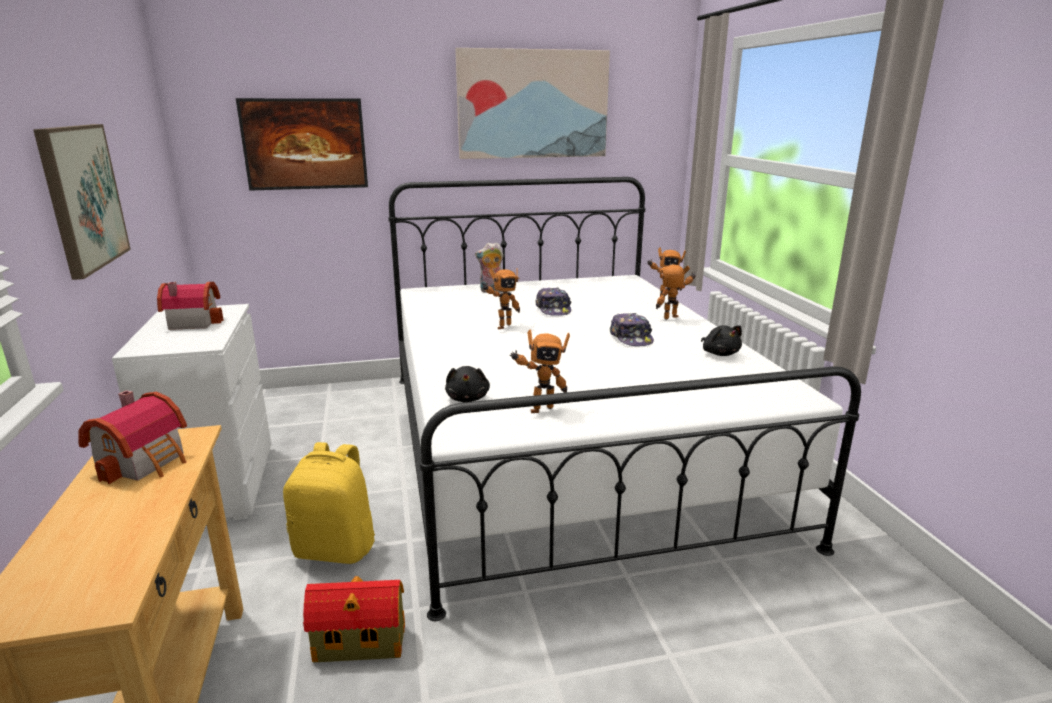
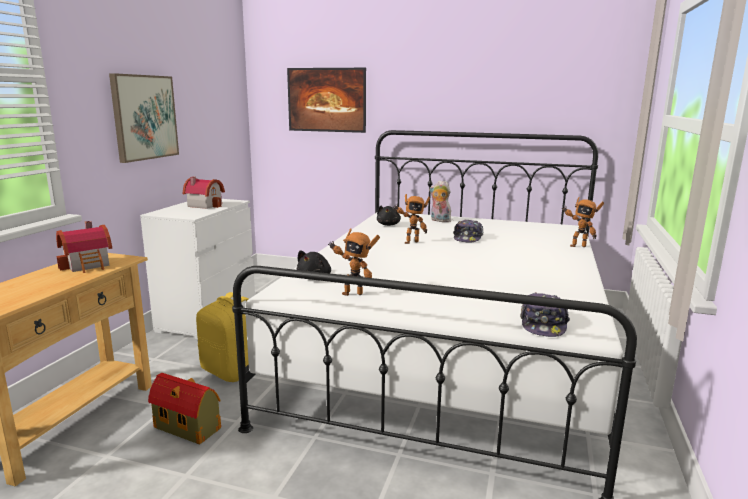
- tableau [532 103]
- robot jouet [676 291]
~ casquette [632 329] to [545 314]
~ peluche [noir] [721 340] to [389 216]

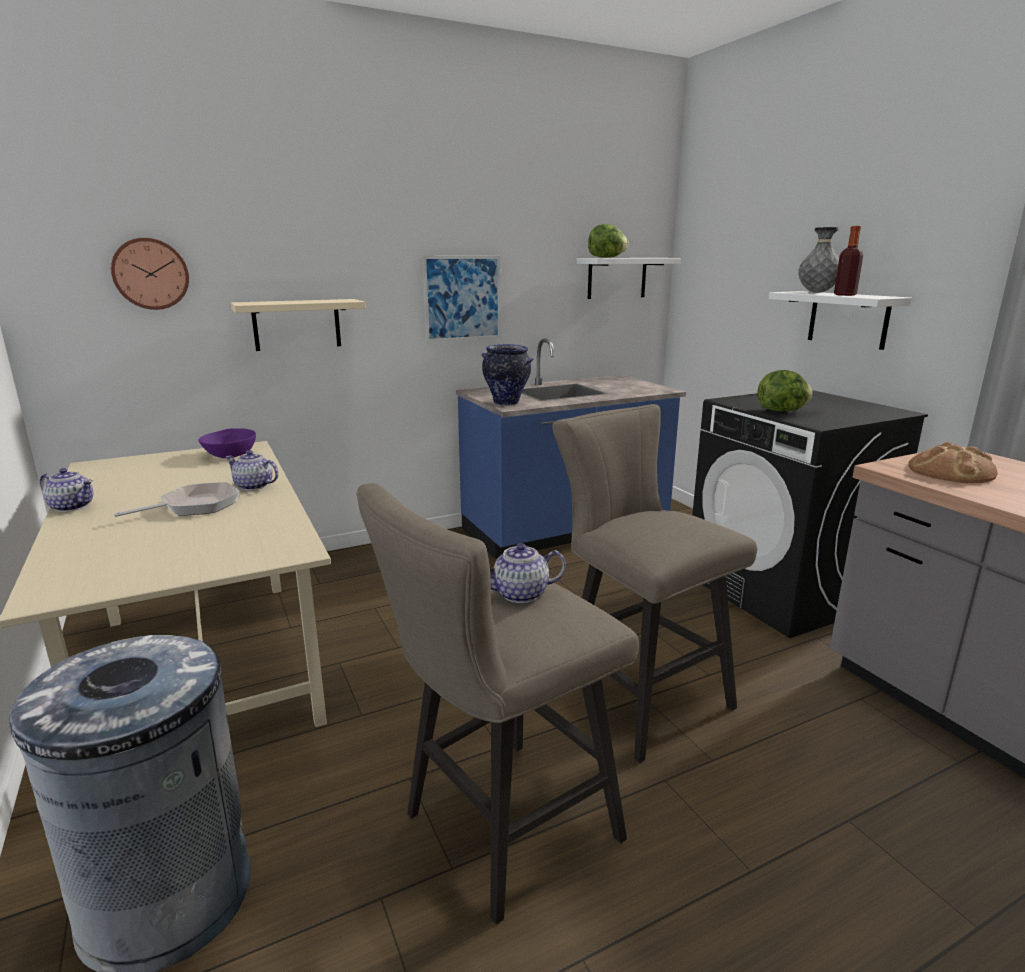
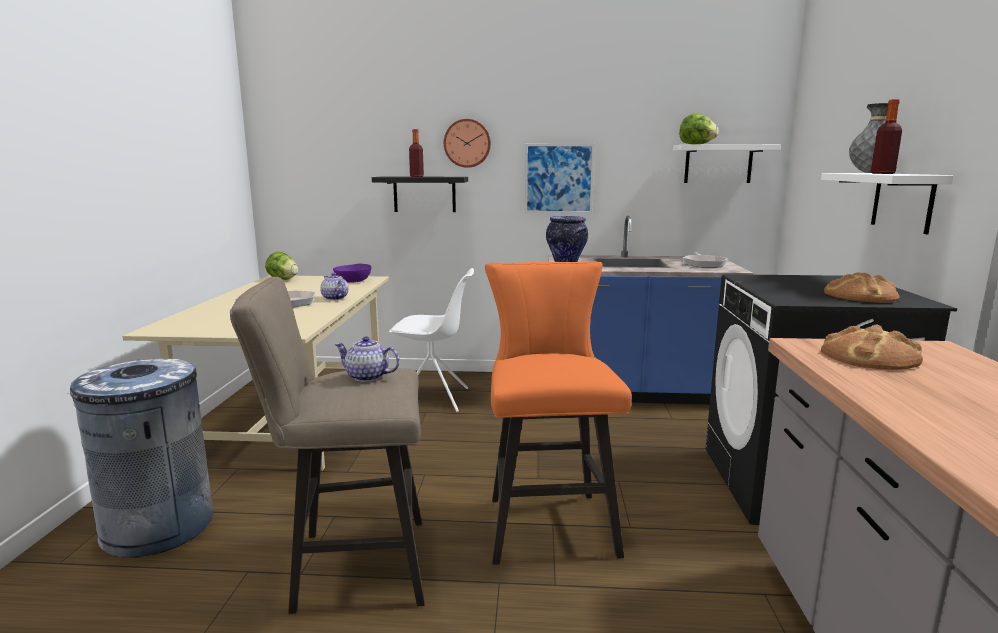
~ horloge murale [150 274] to [467 143]
~ étagère [beige] [298 325] to étagère [noir] [420 194]
~ laitue [785 390] to [281 266]
~ tabouret [beige] [654 583] to tabouret [orange] [558 413]
- théière [67 490]
+ bouteille [416 153]
+ poêle [705 260]
+ chaise [blanc] [431 340]
+ pain [862 287]

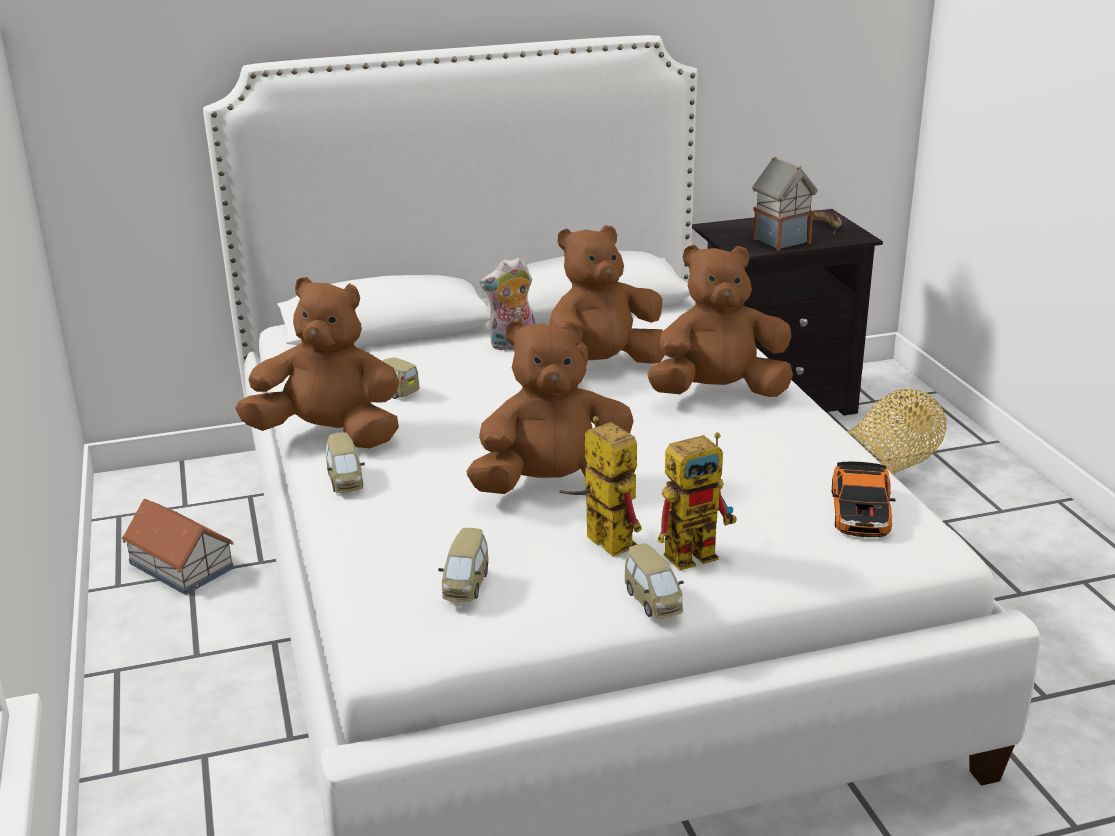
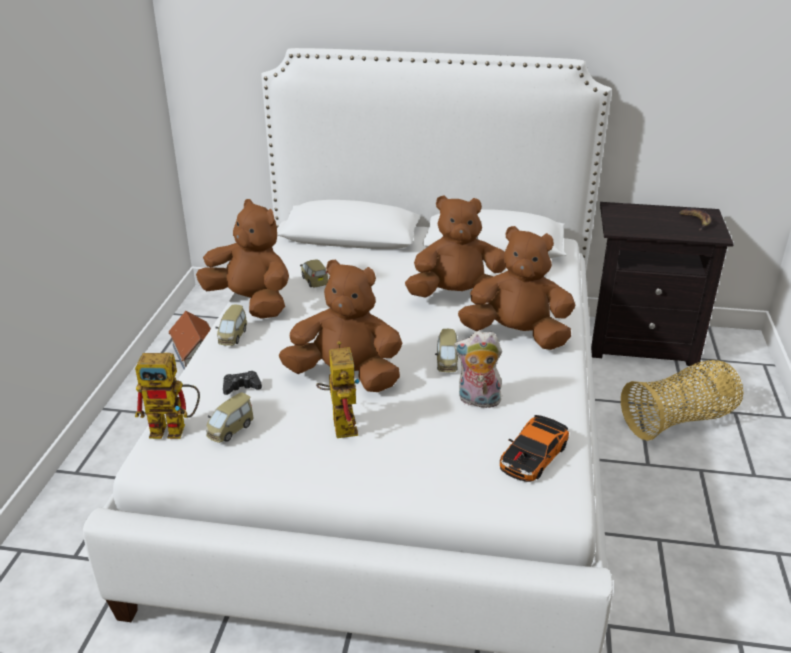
- maison miniature [785 203]
~ peluche [508 304] to [478 369]
~ robot jouet [697 502] to [167 396]
~ petite voiture [654 581] to [447 351]
+ manette [noir] [242 383]

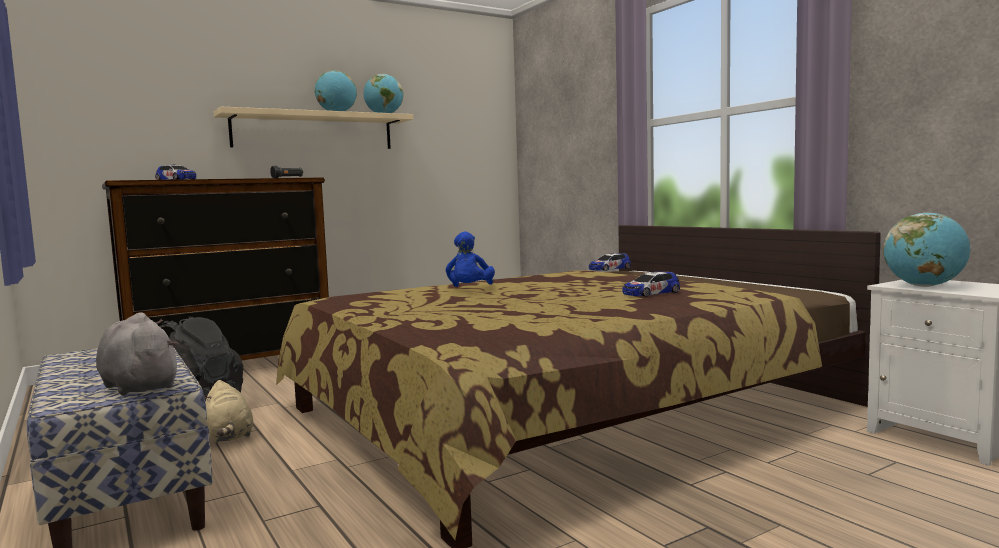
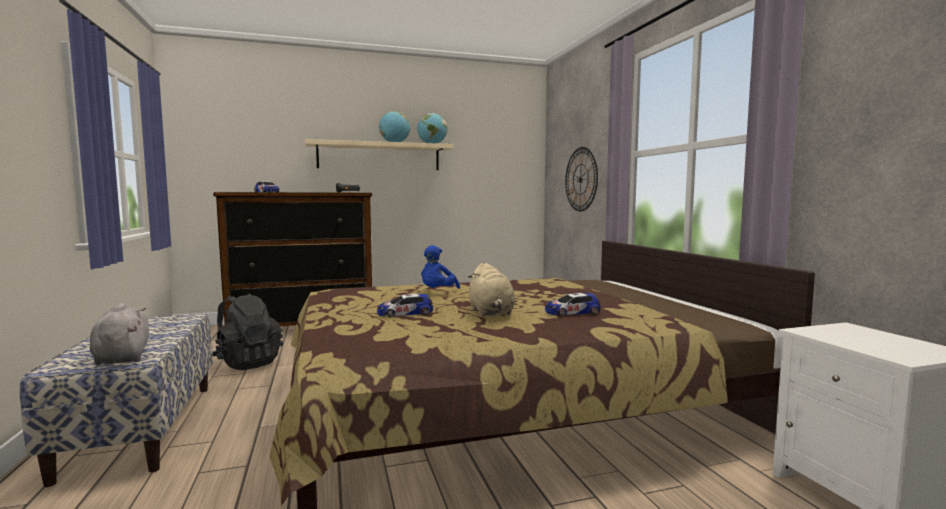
- globe [926 249]
~ petite voiture [610 262] to [405 305]
~ peluche [beige] [228 411] to [491 290]
+ horloge murale [581 179]

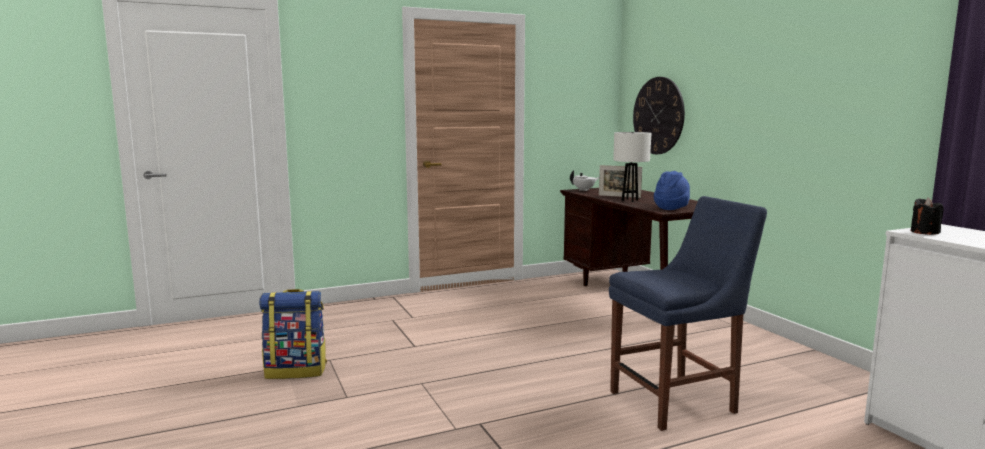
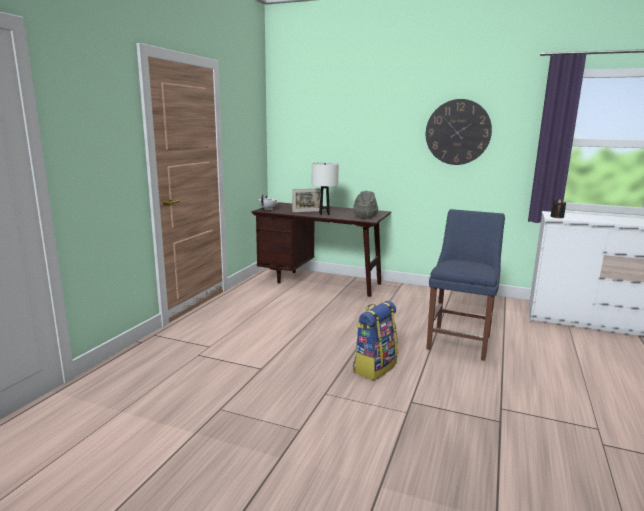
~ horloge murale [659 115] to [459 132]
~ chapeau [bleu] [672 190] to chapeau [gris] [365 205]
~ sac à dos [293 334] to [375 340]

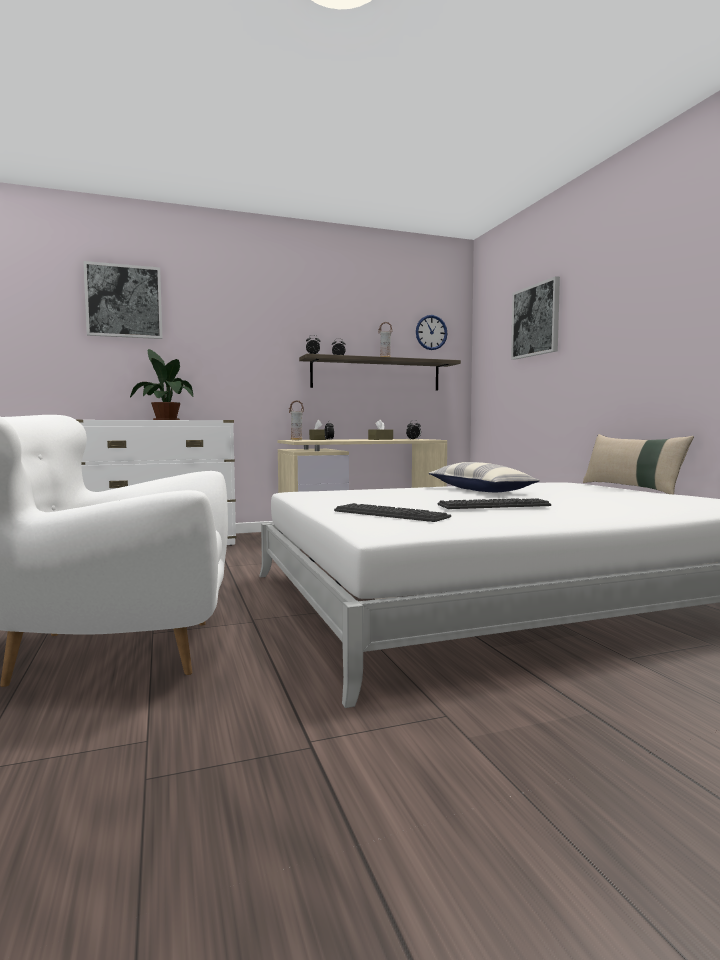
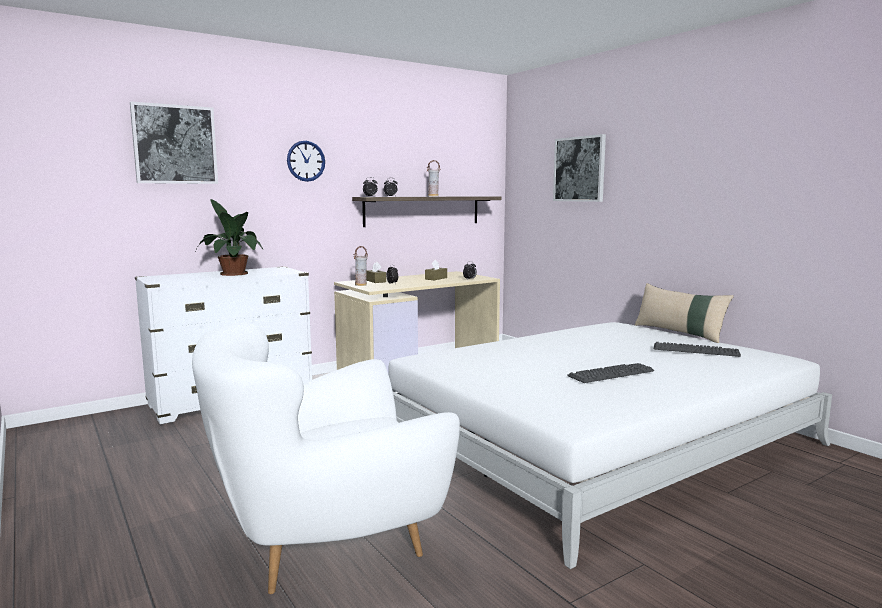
~ horloge murale [432 332] to [306 161]
- coussin [484 477]
~ clavier [392 512] to [697 349]

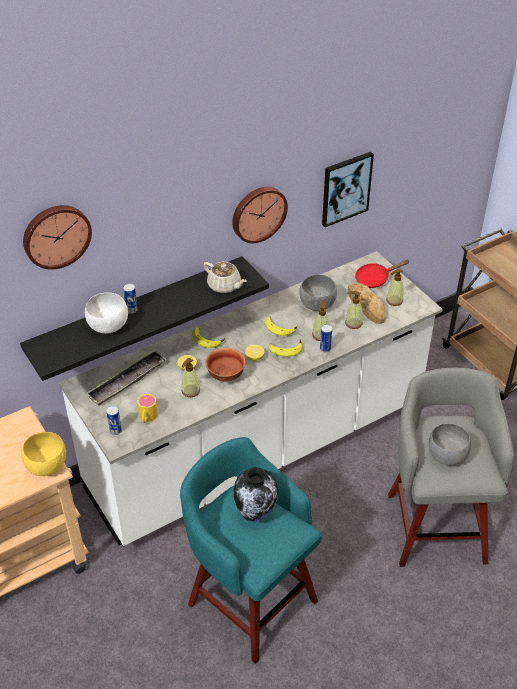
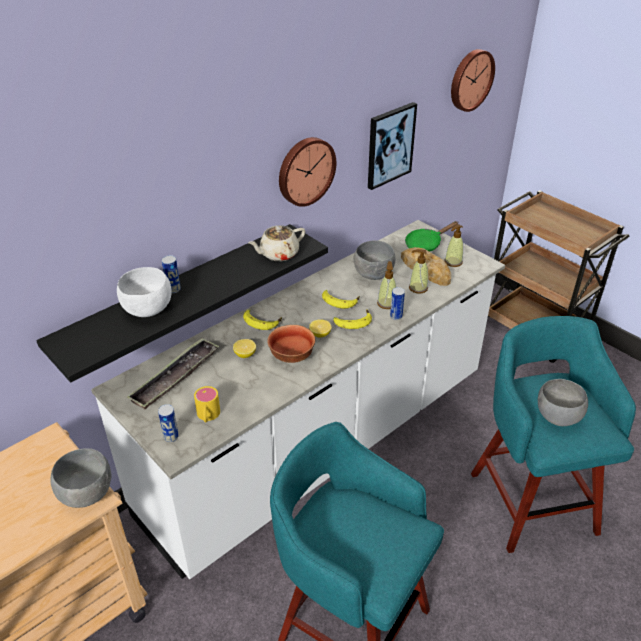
~ horloge murale [57 237] to [473 80]
~ poêle [rouge] [382 274] to poêle [vert] [431 236]
~ théière [beige] [225 277] = [276 243] 120 degrees clockwise
- distributeur de savon [190 377]
~ tabouret [gris] [451 467] to tabouret [turquoise] [553 434]
~ bol [jaune] [43 454] to bol [gris] [80 478]
- vase [256 494]

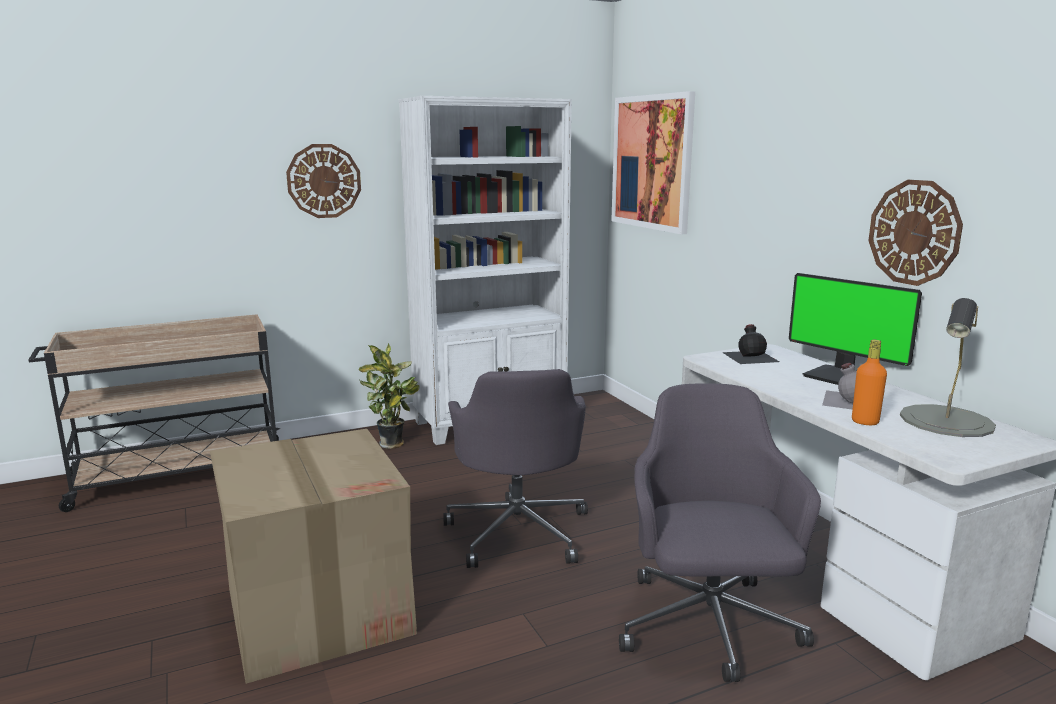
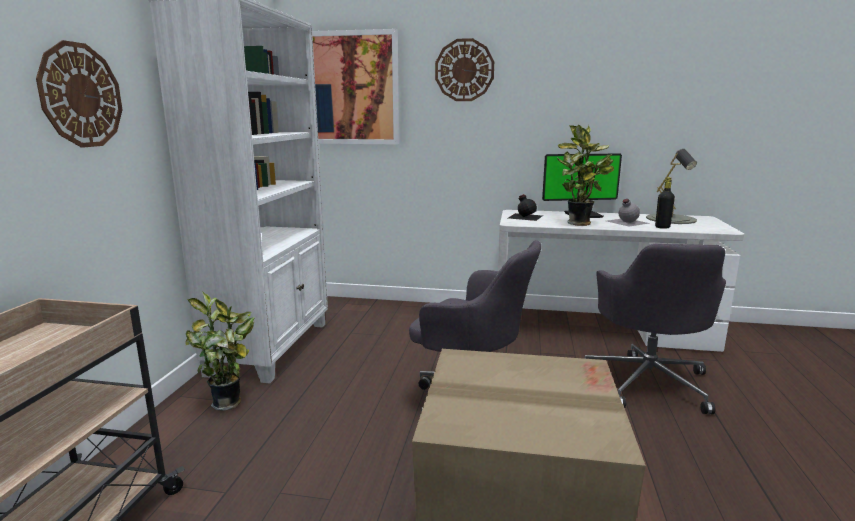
~ horloge murale [915 233] to [464 69]
~ bouteille [orange] [869 382] to bouteille [noir] [665 203]
~ chaise de bureau [gris] [720 532] = [655 328] 120 degrees counterclockwise
+ plante en pot [585 175]

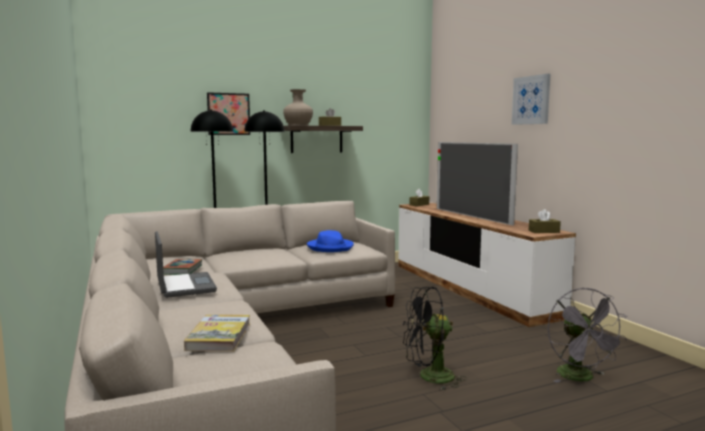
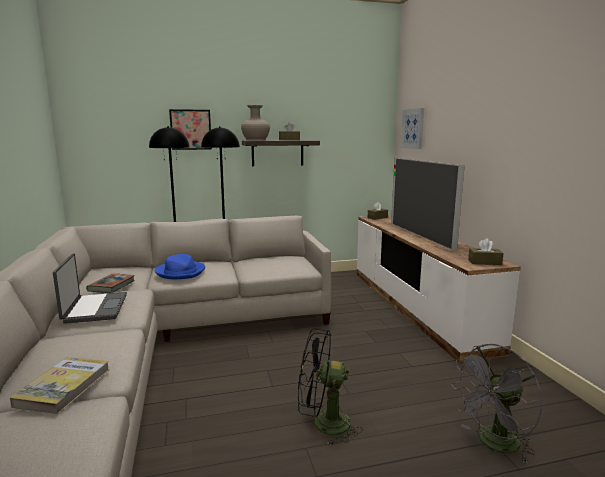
~ tableau [531 99] to [412 128]
~ chapeau [bleu] [330 241] to [179 266]
~ ventilateur [gris] [587 335] = [497 403] 60 degrees clockwise

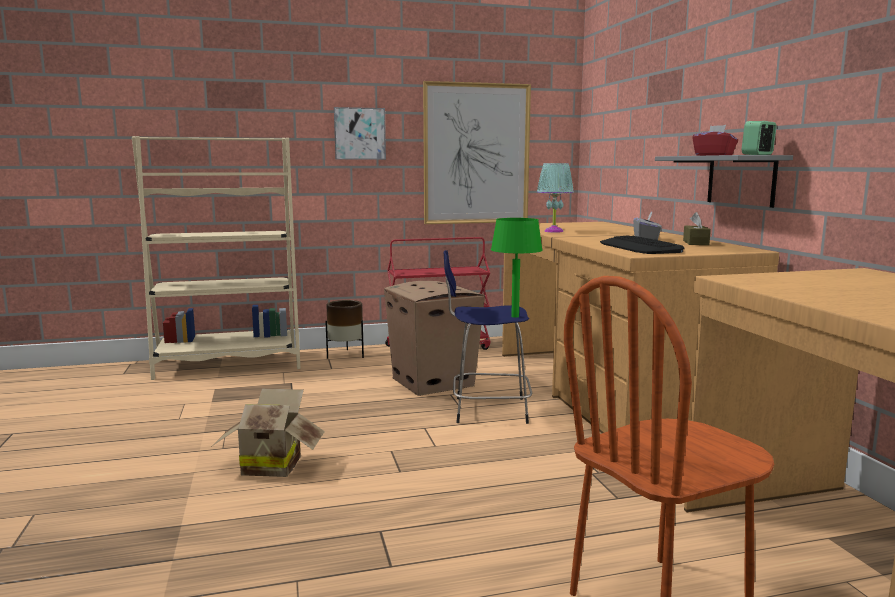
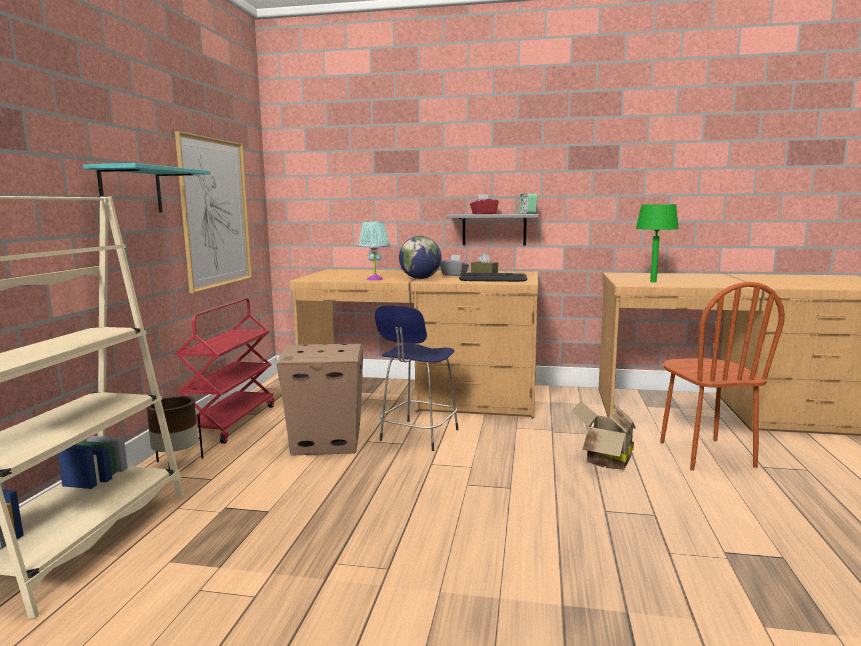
~ tableau [360 133] to étagère [turquoise] [147 187]
~ lampe de table [vert] [517 268] to [657 243]
~ carton [268 433] to [604 435]
+ globe [420 257]

